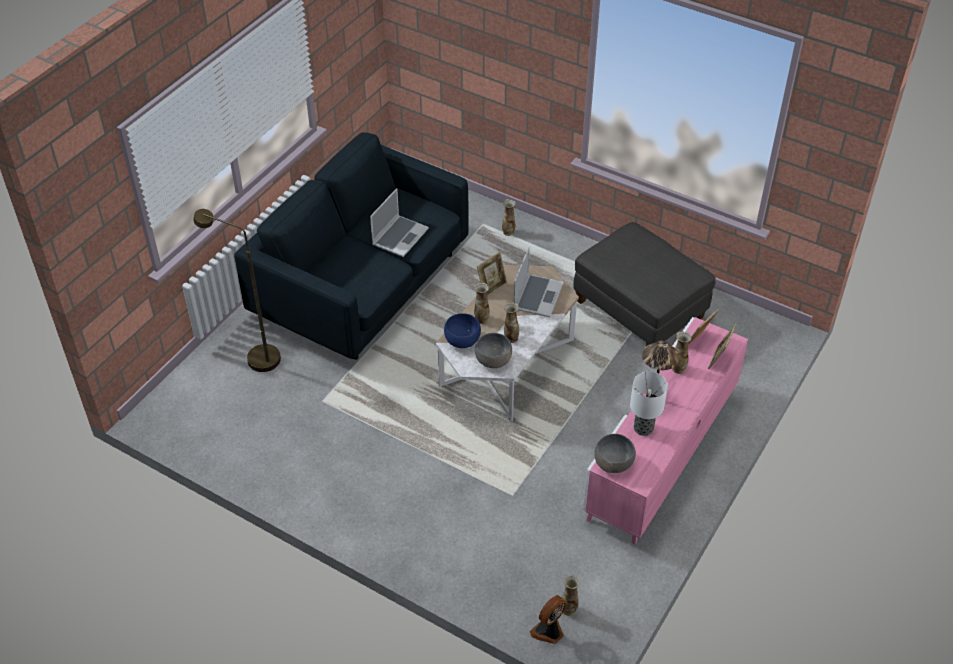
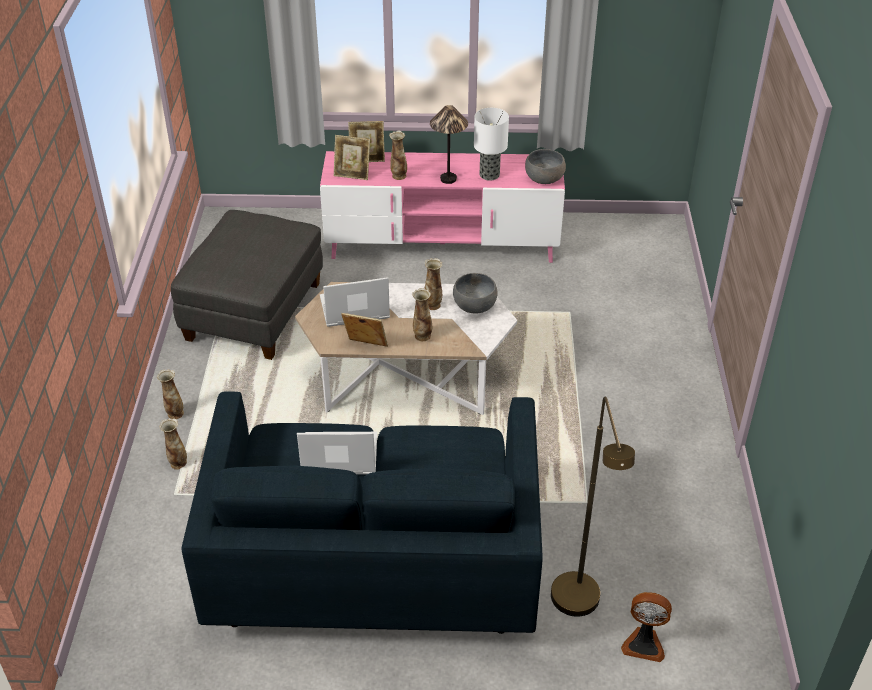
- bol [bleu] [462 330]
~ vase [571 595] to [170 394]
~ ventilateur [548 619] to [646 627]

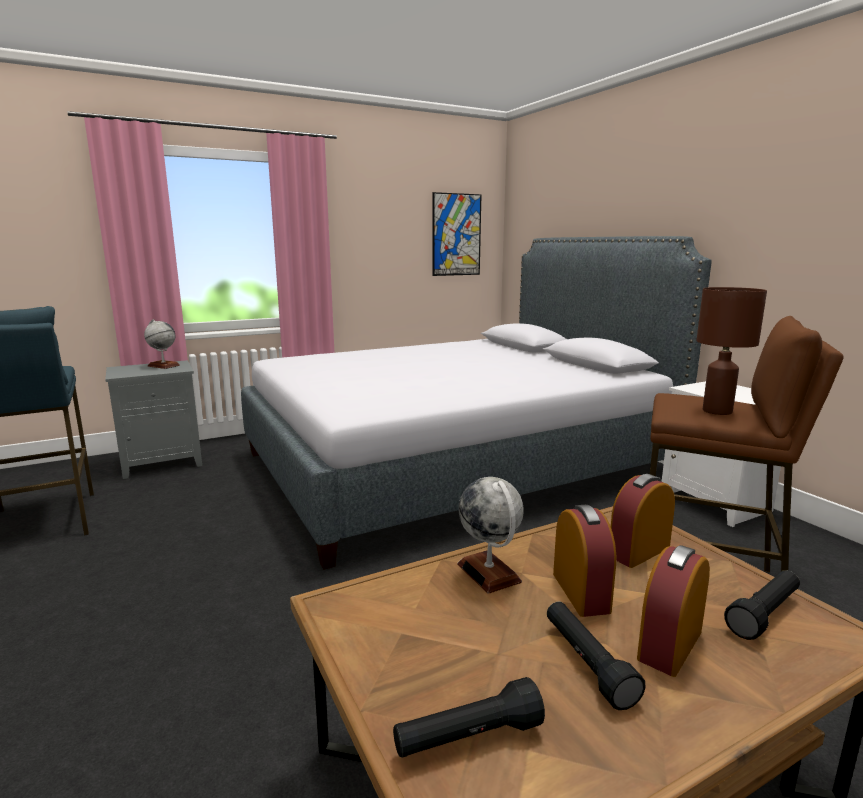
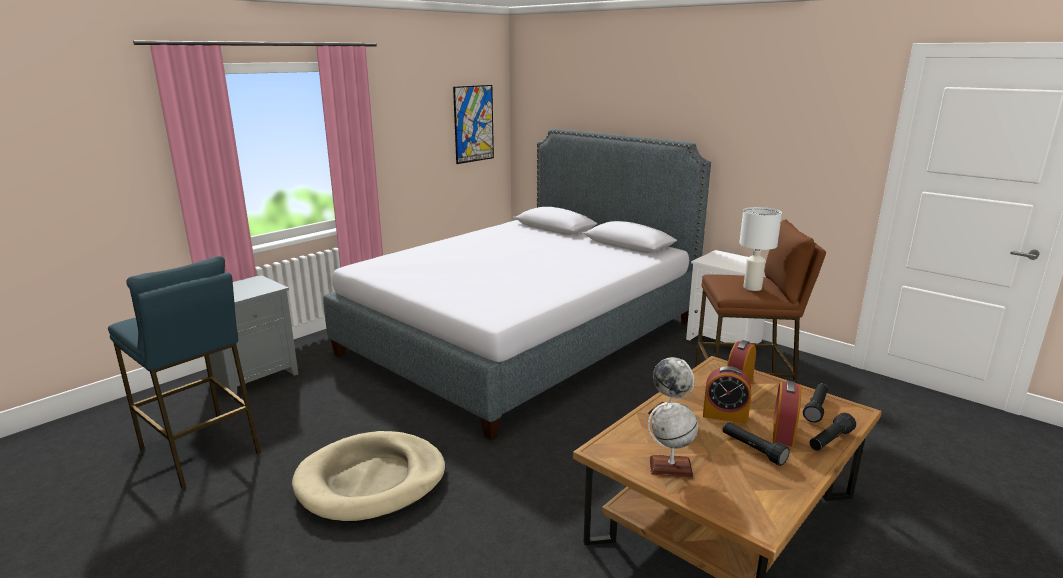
~ lampe de table [marron] [731 351] to lampe de table [blanc] [760 249]
~ globe [162 344] to [673 439]
~ réveil [584 561] = [727 395] 135 degrees clockwise
~ lampe de poche [noir] [469 717] to [833 432]
+ panier pour chien [beige] [369 477]

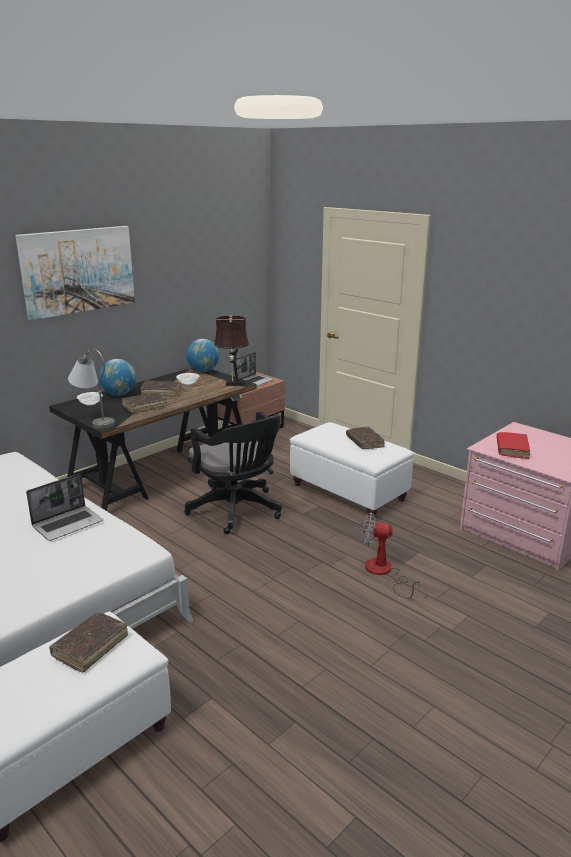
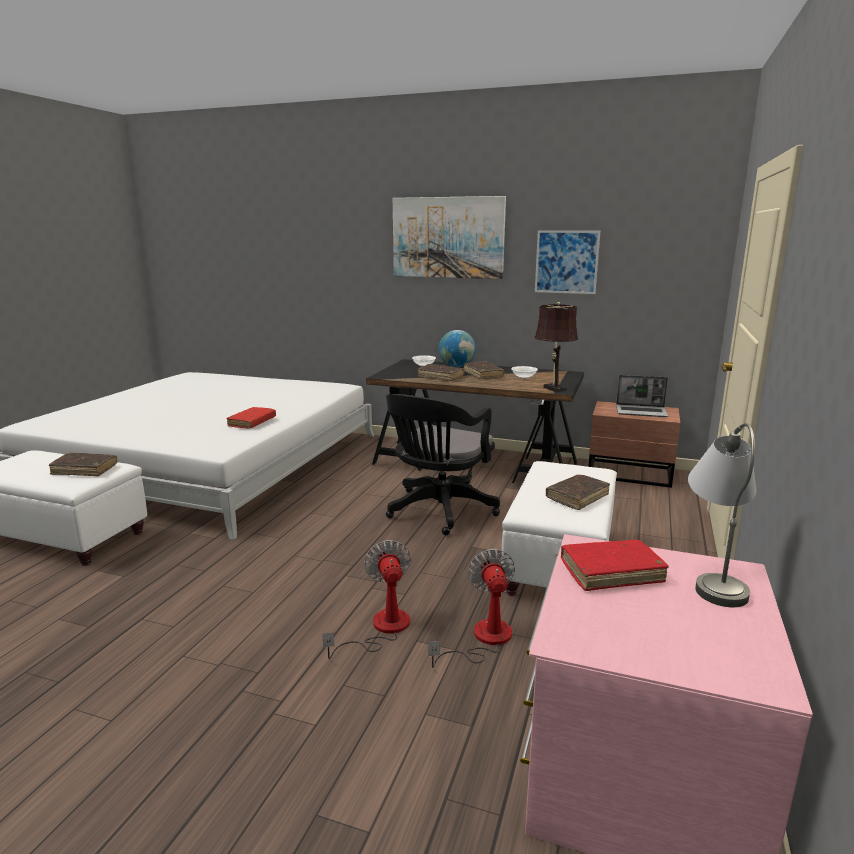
- globe [202 355]
~ lampe de table [gris] [91 389] to [722 515]
~ ordinateur portable [64 507] to livre [rouge] [251 418]
+ tableau [567 262]
+ ventilateur [471 608]

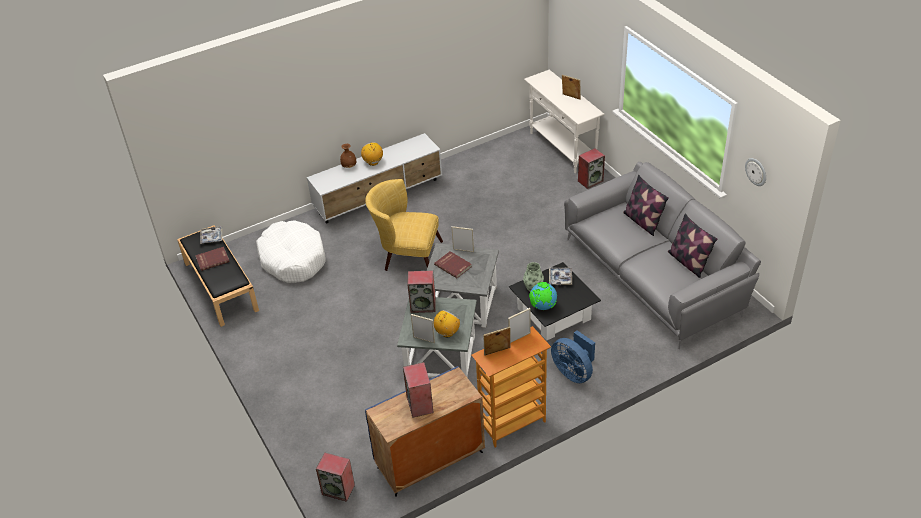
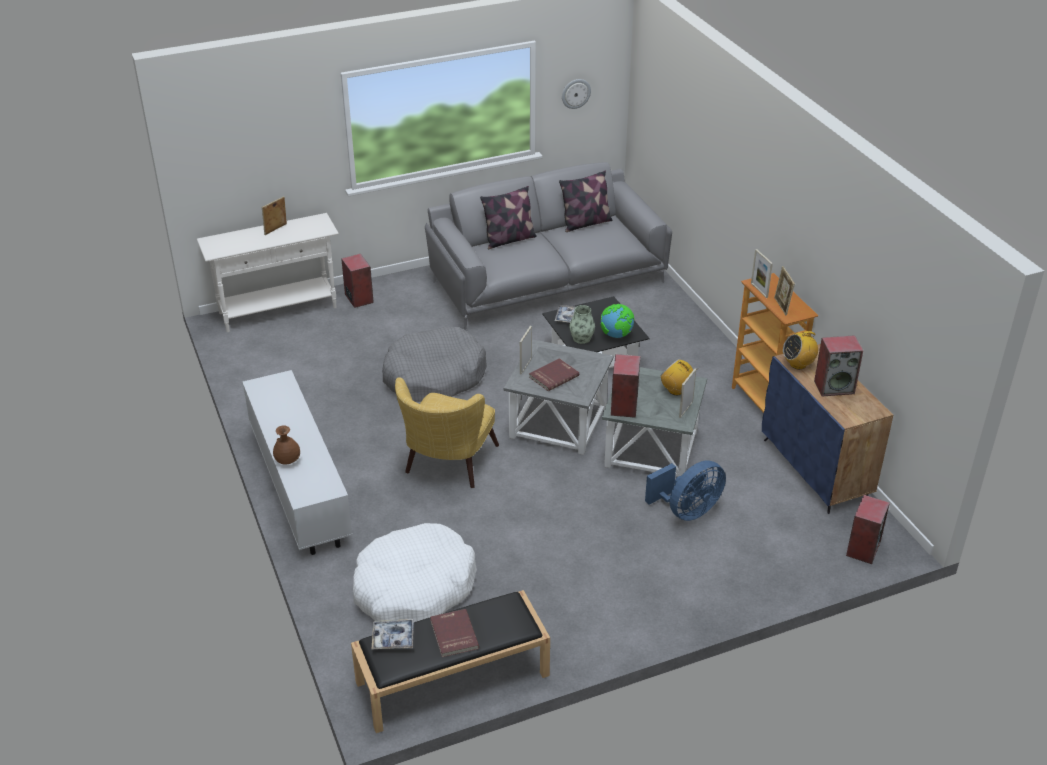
~ radio [372 154] to [800 350]
~ ventilateur [bleu] [573 356] to [685 490]
+ panier pour chien [gris] [434 364]

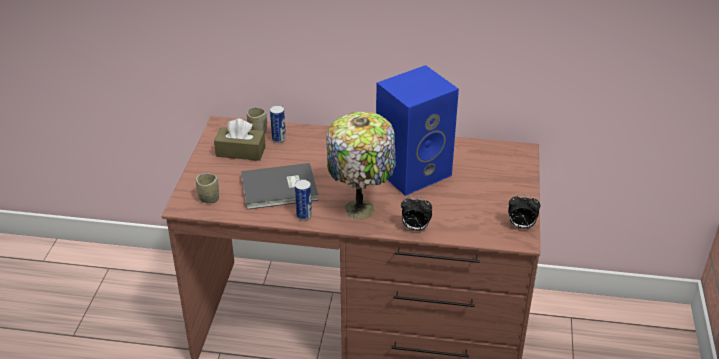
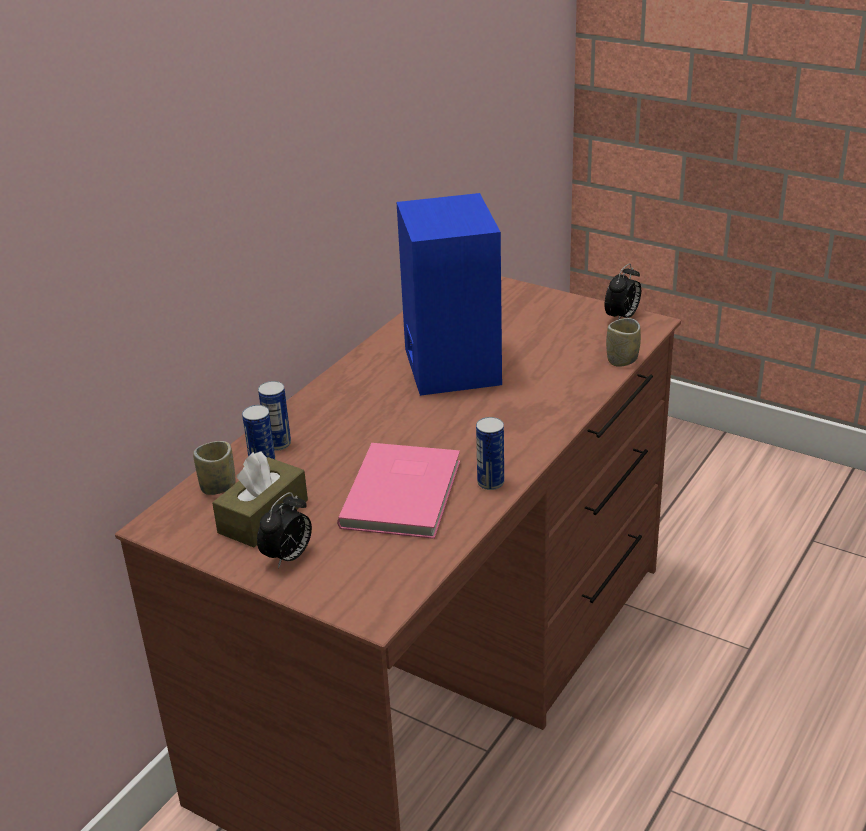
- lampe de table [361 165]
~ livre [gris] [280 186] to livre [rose] [398 491]
~ tasse [207 188] to [623 342]
~ réveil [416 213] to [284 530]
+ boîte métallique [274 416]

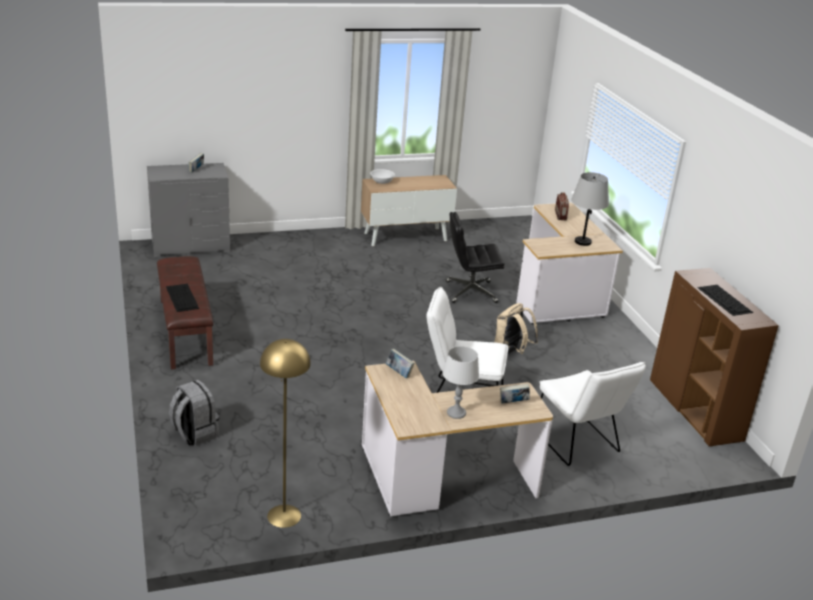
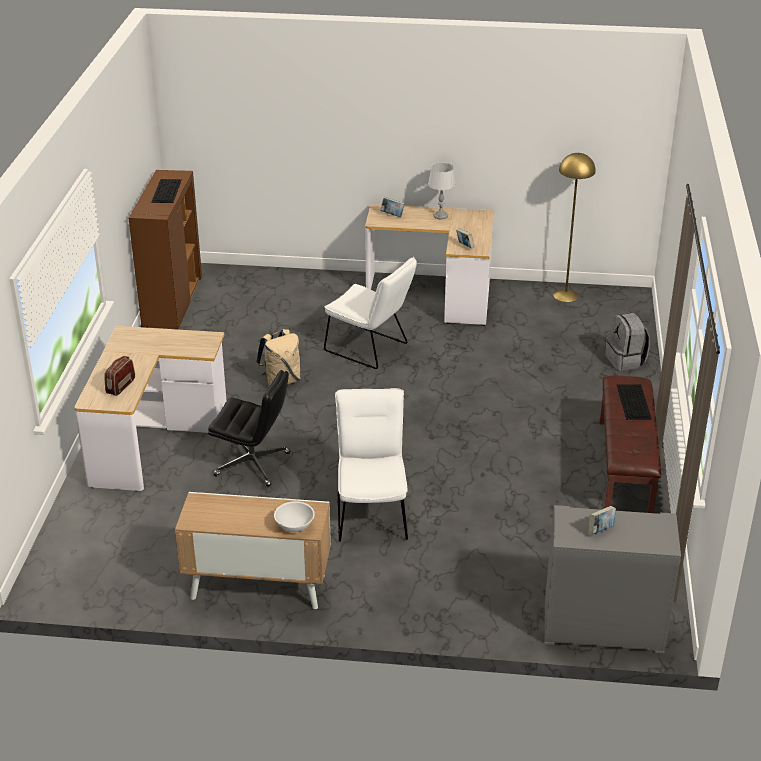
- lampe de table [gris] [590 209]
~ chaise [blanc] [593 414] to [371 465]

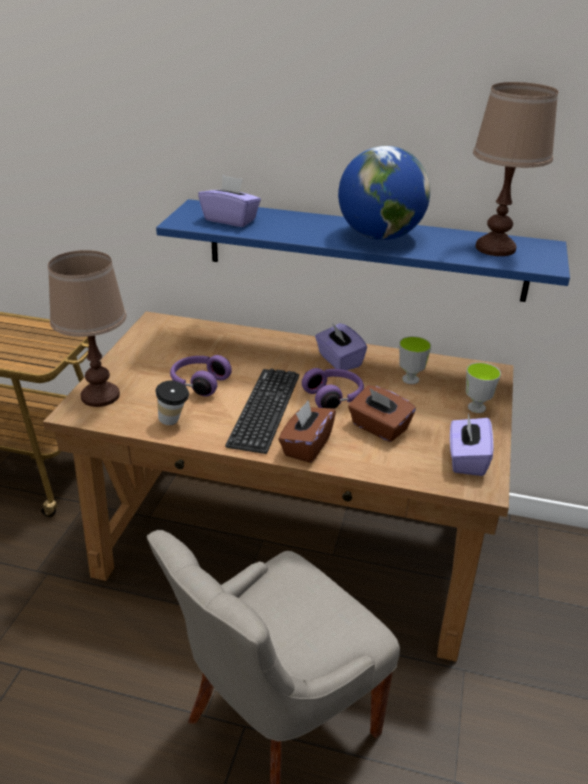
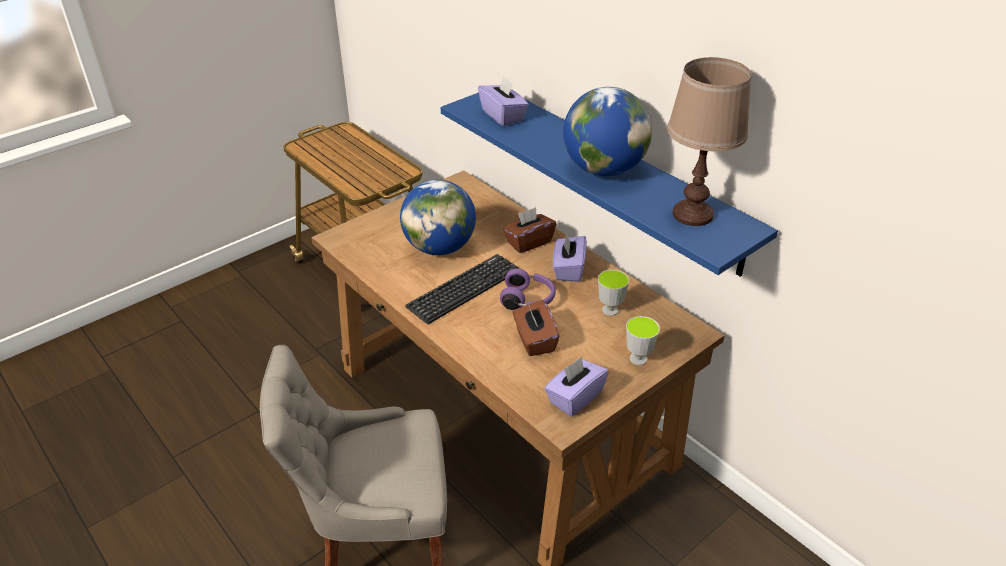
- lampe de table [marron] [87 328]
~ casque audio [violet] [201 375] to globe [438 217]
- tasse [172 403]
~ boîte à mouchoirs [marron] [307 431] to [529 230]

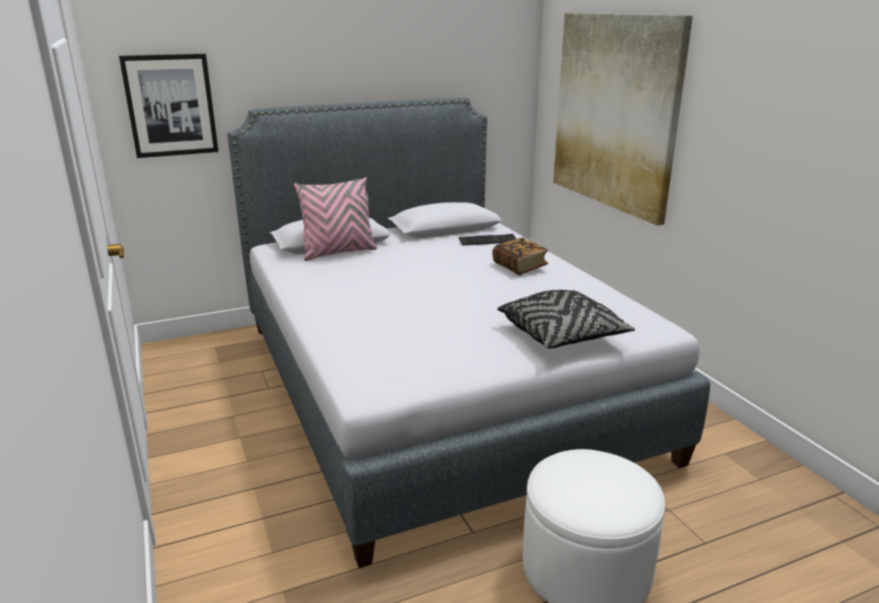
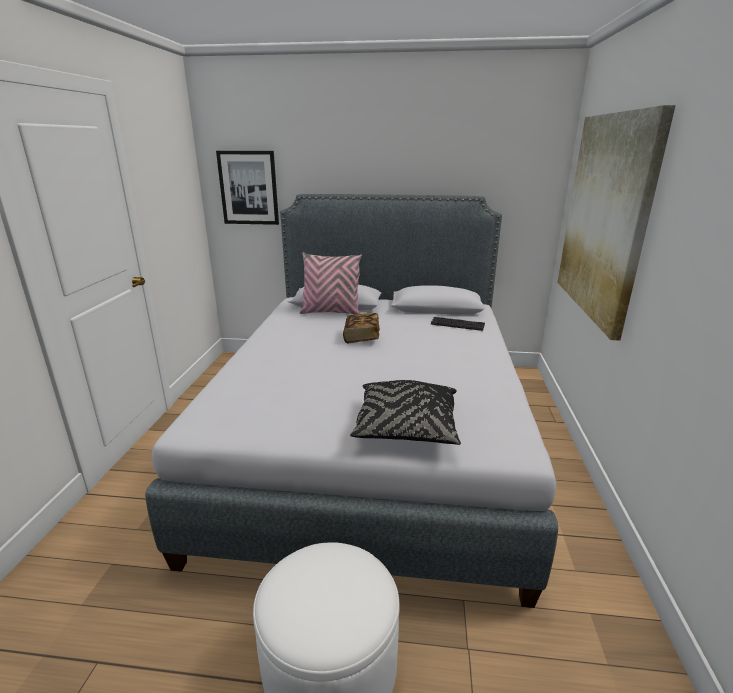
~ livre [520 256] to [361 328]

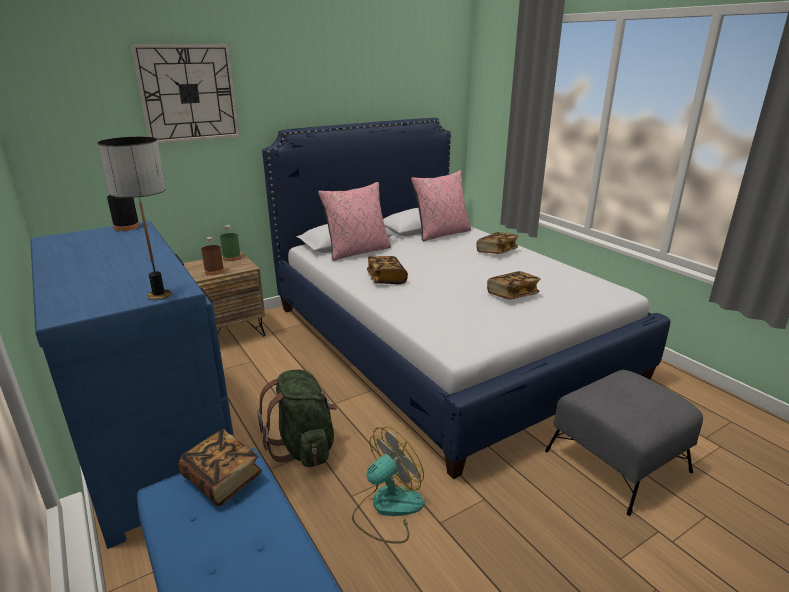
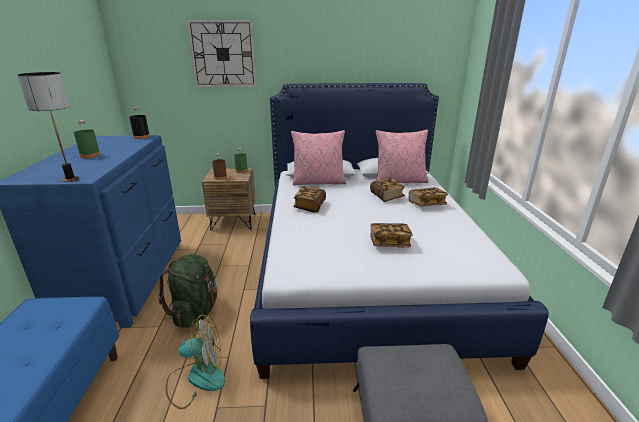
~ livre [220 467] to [387 190]
+ bouteille [vert] [87 139]

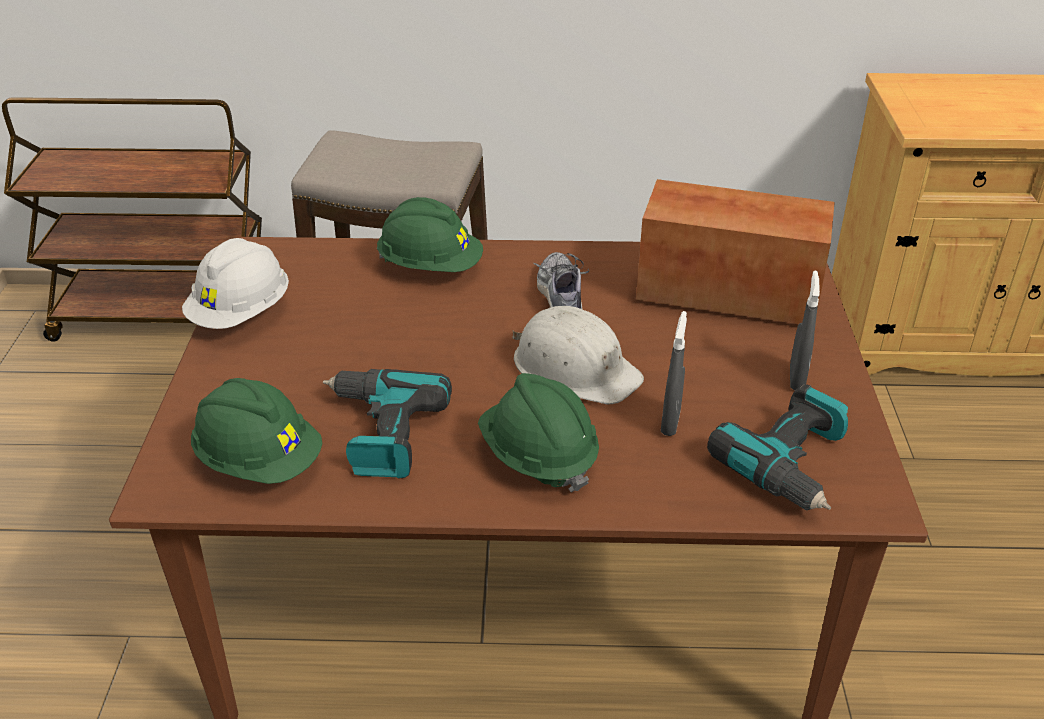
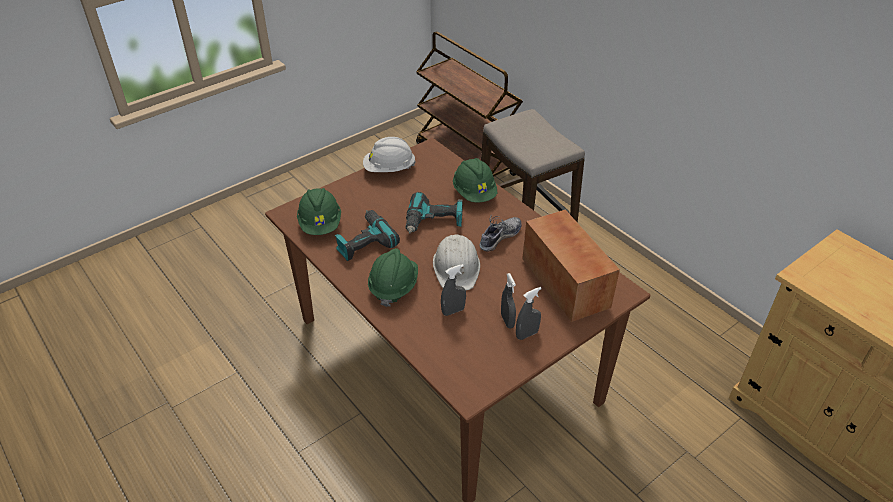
~ perceuse [777 447] to [434 212]
+ vaporisateur [gris] [508 300]

